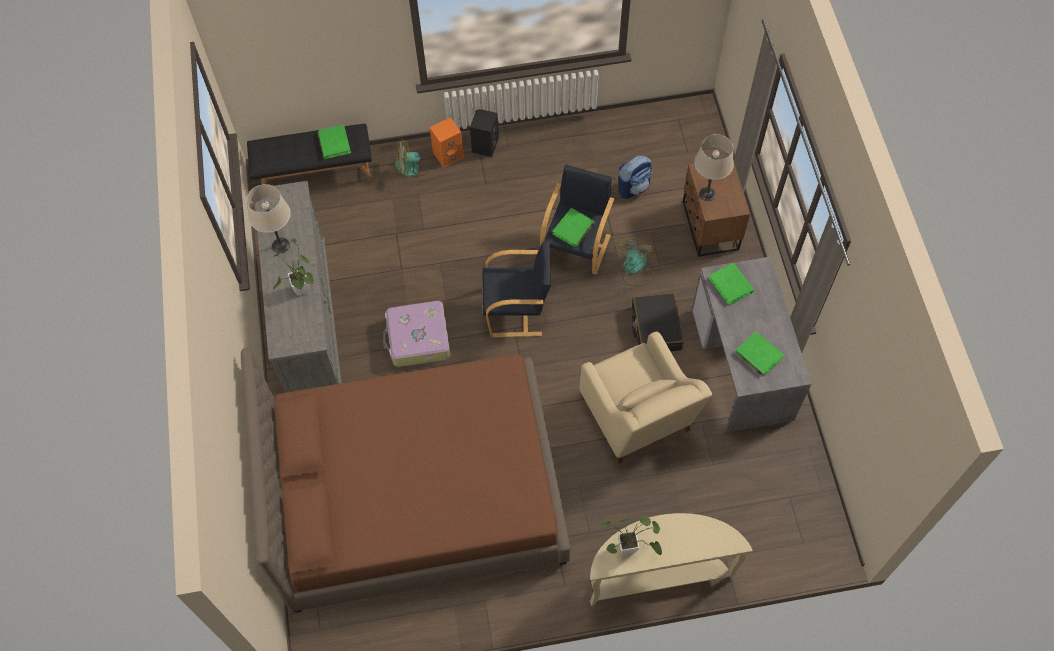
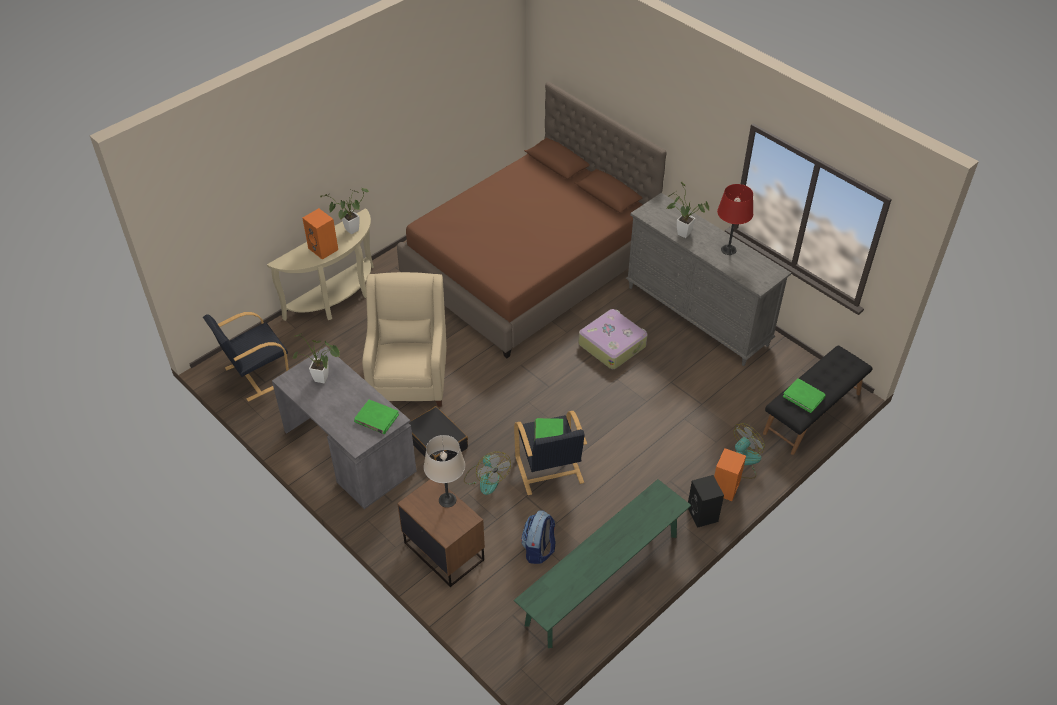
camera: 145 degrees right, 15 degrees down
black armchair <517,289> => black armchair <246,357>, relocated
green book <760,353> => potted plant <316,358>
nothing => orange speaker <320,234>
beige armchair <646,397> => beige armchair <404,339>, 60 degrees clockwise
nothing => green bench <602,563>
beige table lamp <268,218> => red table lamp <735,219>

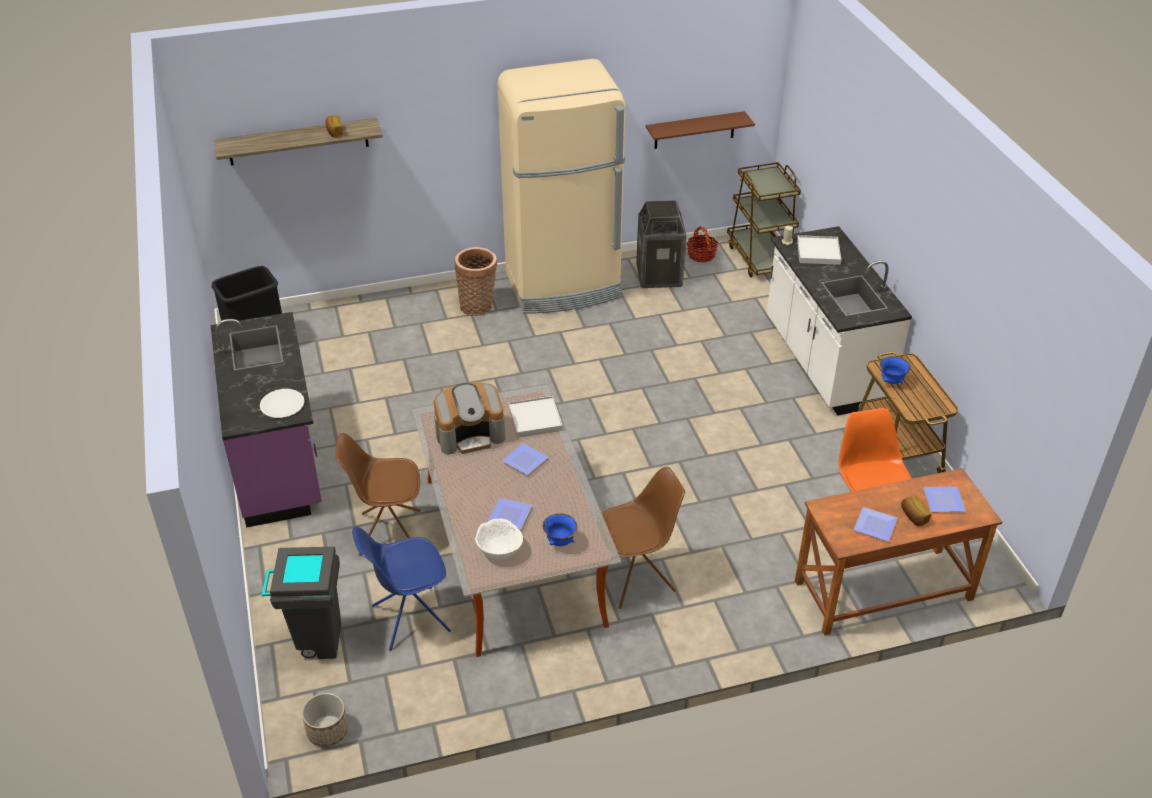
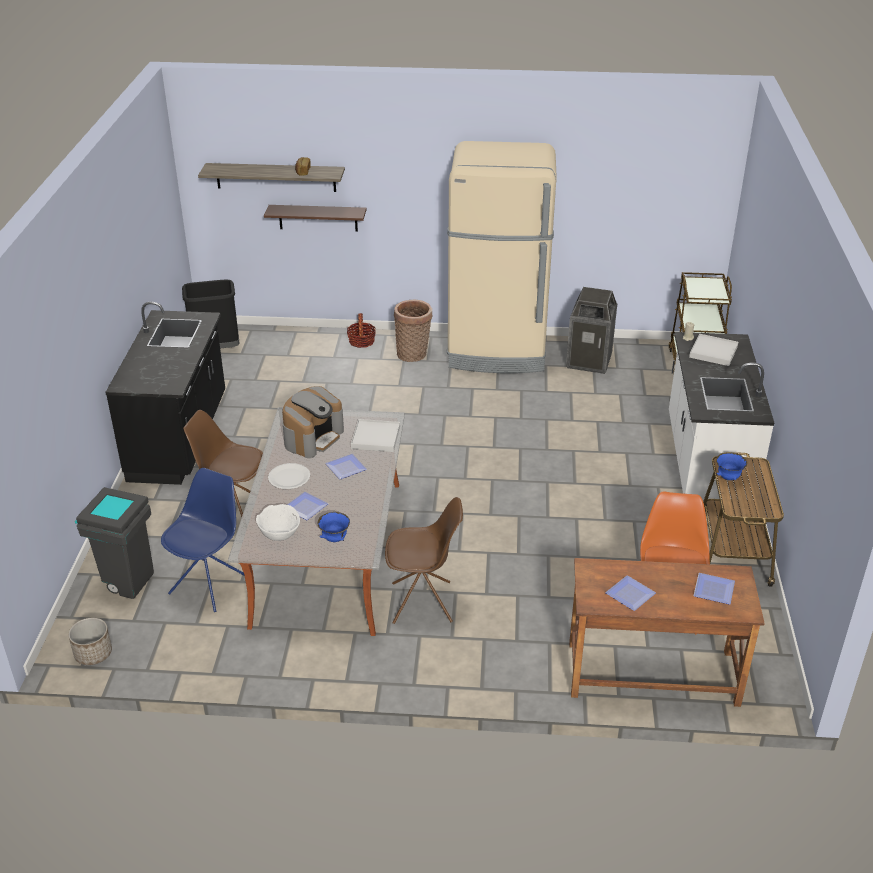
camera: 20 degrees right, 5 degrees down
purple counter <266,420> => black counter <165,393>
blue chair <401,588> => blue chair <202,540>, 120 degrees clockwise
brown shelf <700,130> => brown shelf <315,218>, relocated
white plate <282,403> => white plate <289,476>, relocated
coffee machine <469,418> => coffee machine <313,422>, 60 degrees counterclockwise
basket <702,244> => basket <361,330>, relocated
bread <916,510> => nothing

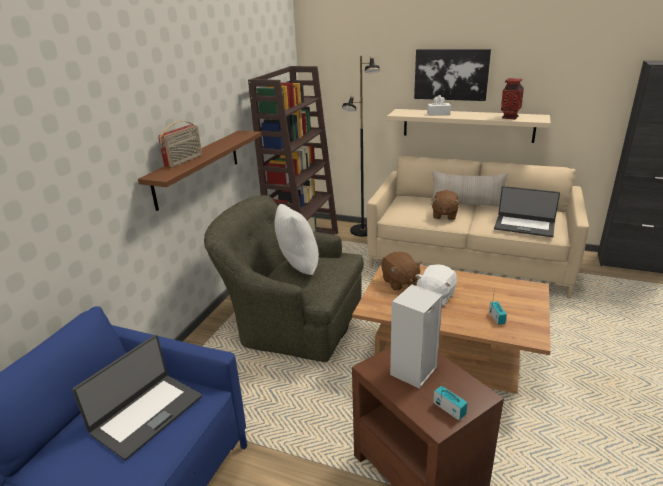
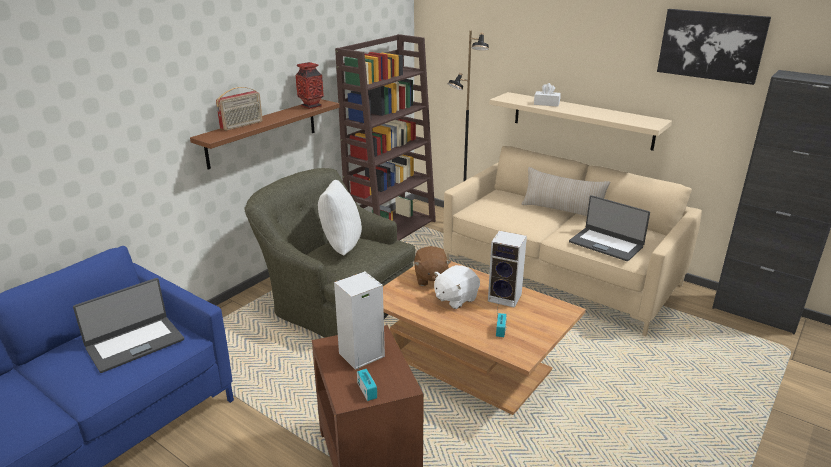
camera: 15 degrees right, 0 degrees up
vase <512,98> => vase <310,85>, relocated
nothing => speaker <507,269>
picture <452,75> => picture <714,47>, relocated
brown plush toy <445,205> => nothing

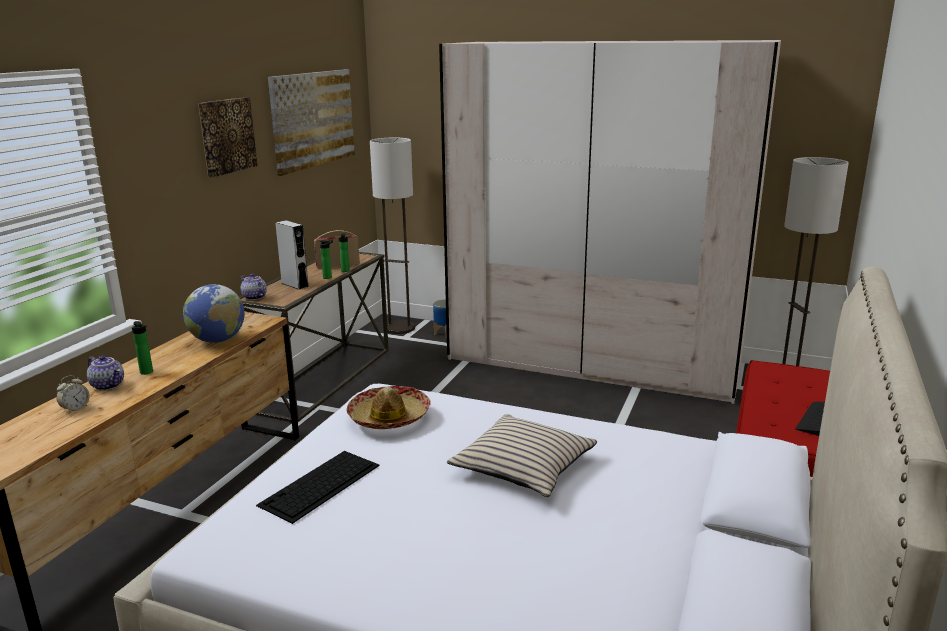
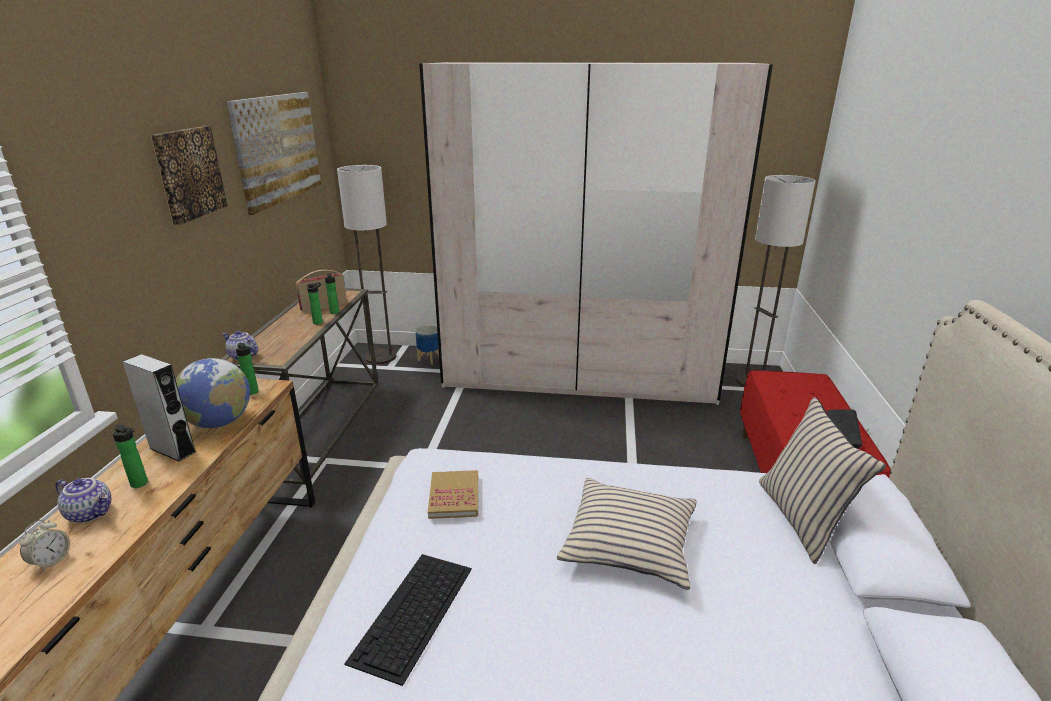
camera: 15 degrees left, 5 degrees up
grey speaker <292,255> => grey speaker <159,408>, relocated
nothing => bottle <247,369>
hat <389,407> => book <453,494>
nothing => beige pillow <822,480>

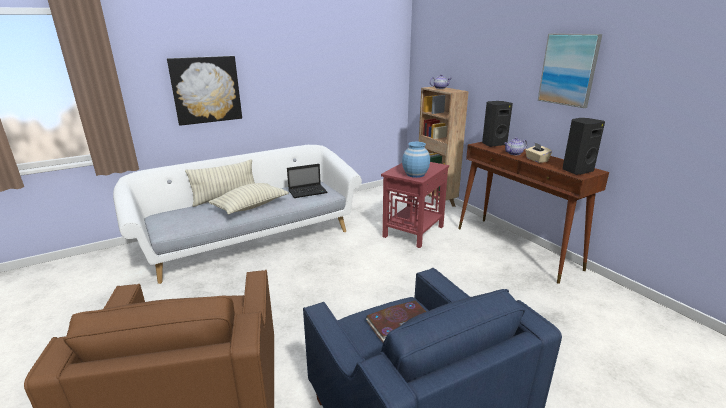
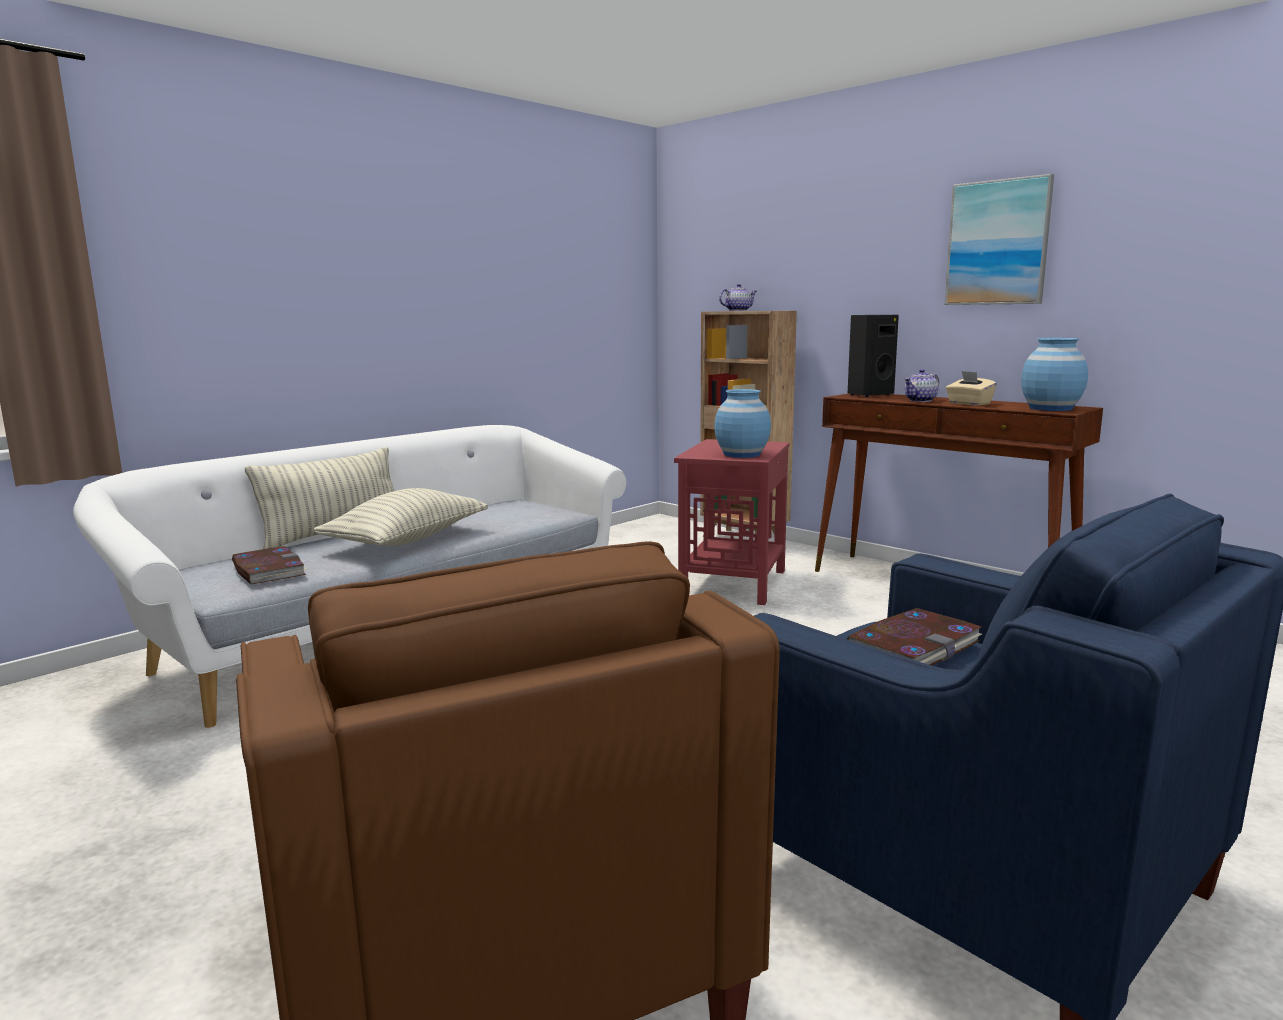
camera: 15 degrees left, 10 degrees down
nothing => book <269,565>
black speaker <583,146> => blue vase <1054,374>
picture <204,91> => nothing
laptop <307,181> => nothing

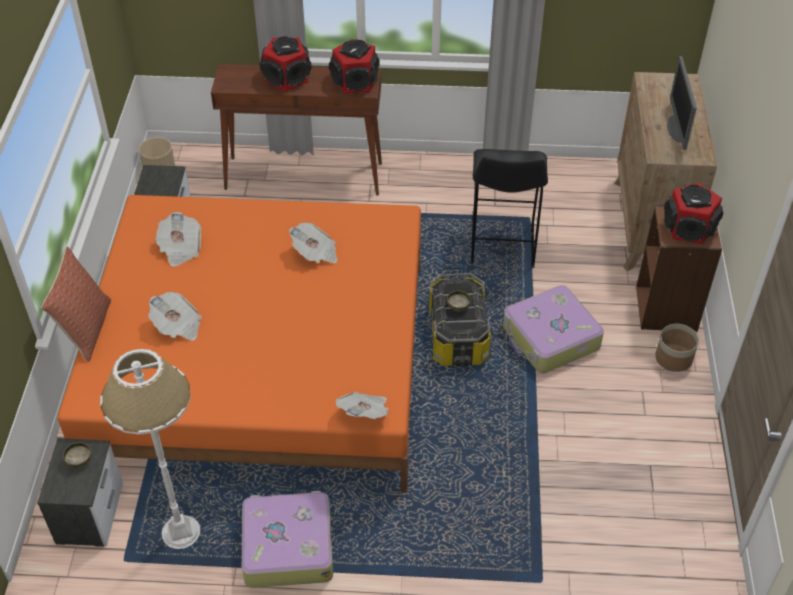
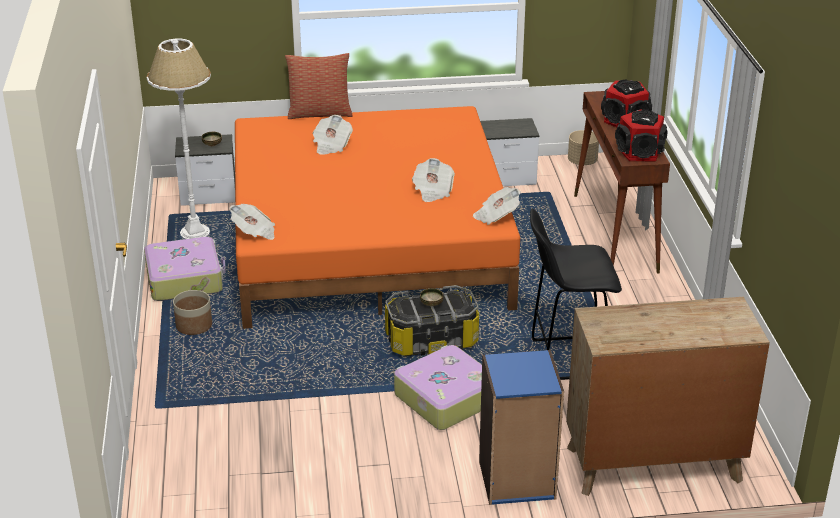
camera: 80 degrees right, 15 degrees down
planter <677,348> => planter <192,312>, relocated
newspaper <178,239> => newspaper <497,206>, relocated
brown bookcase <679,268> => blue bookcase <521,427>
speaker <694,213> => nothing
monitor <682,103> => nothing

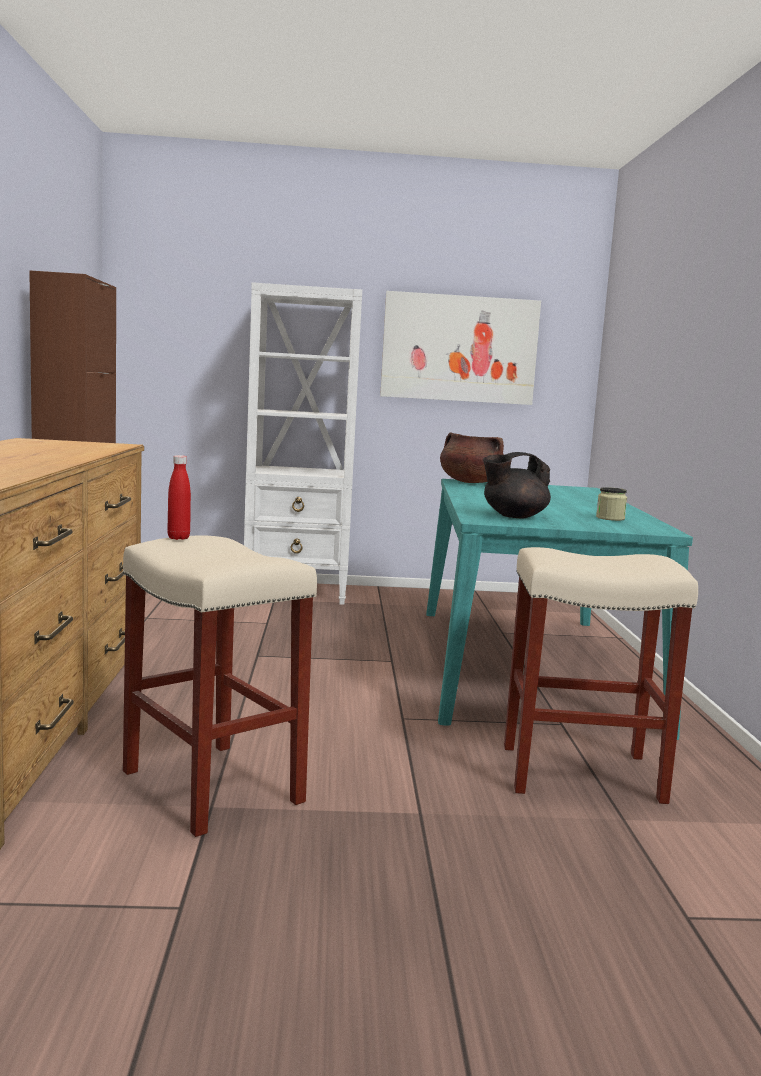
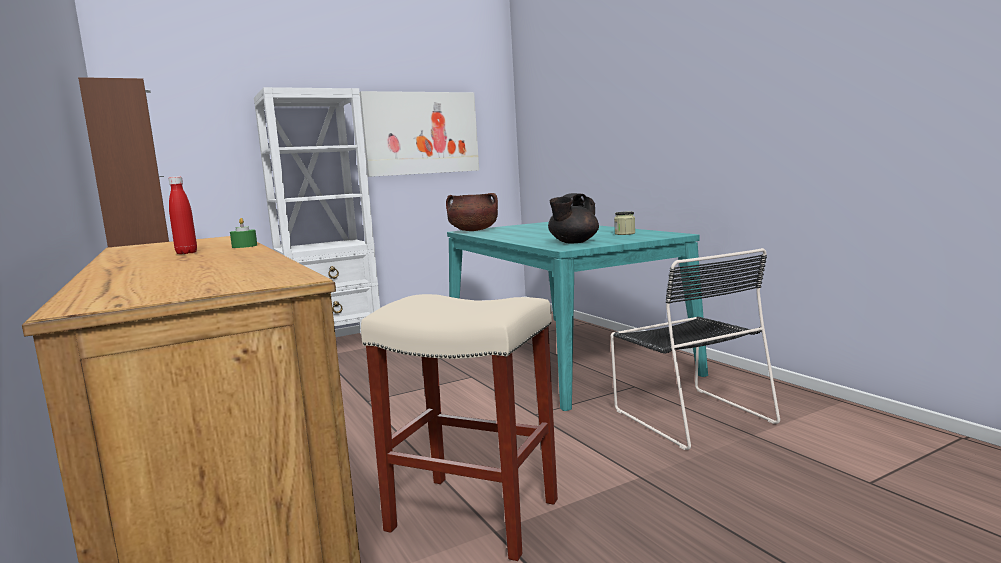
camera: 25 degrees left, 0 degrees up
red bottle <179,497> => red bottle <183,215>, relocated
nothing => green candle <243,233>
beige stool <601,675> => black chair <695,349>

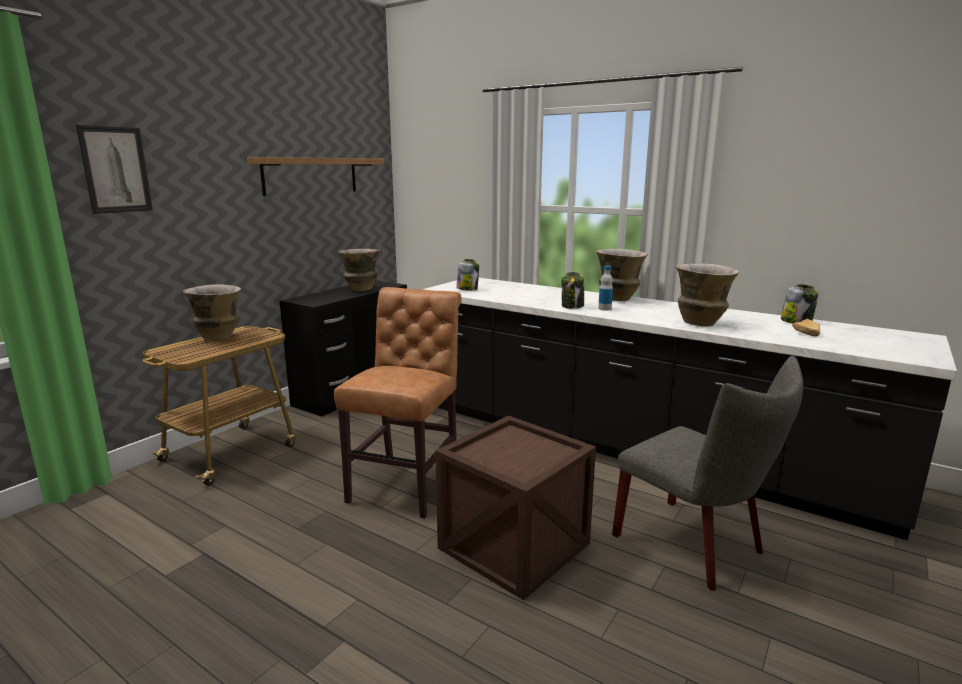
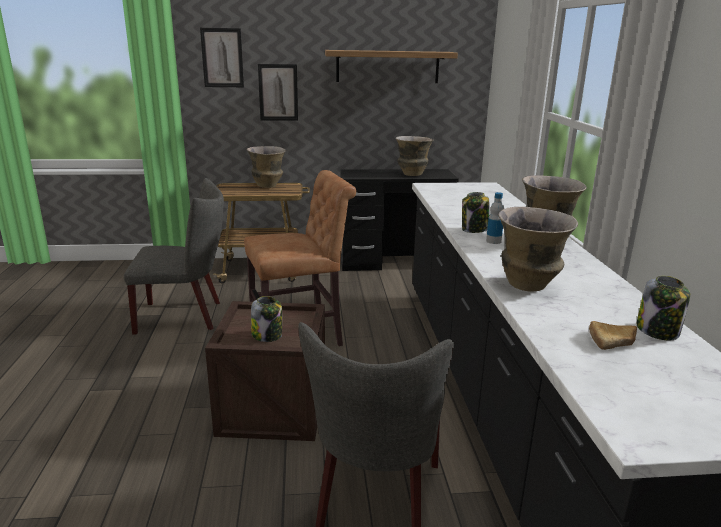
camera: 50 degrees right, 5 degrees up
nothing => grey chair <174,256>
jar <467,275> => jar <266,319>, relocated
nothing => picture <278,92>

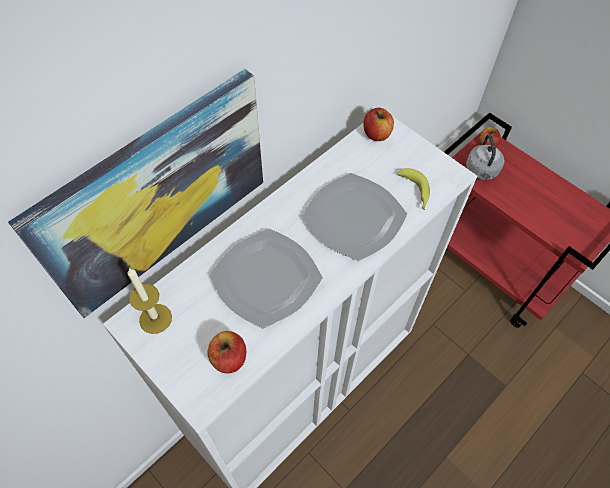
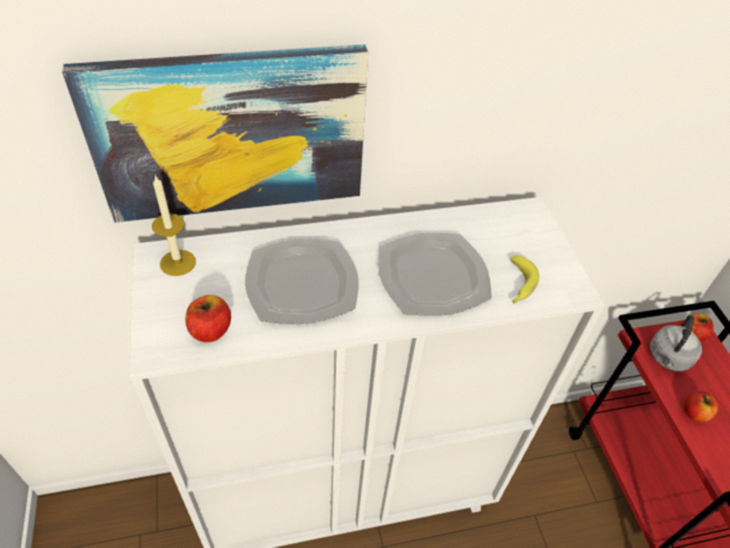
camera: 30 degrees right, 10 degrees down
apple <378,124> => apple <701,407>, relocated

